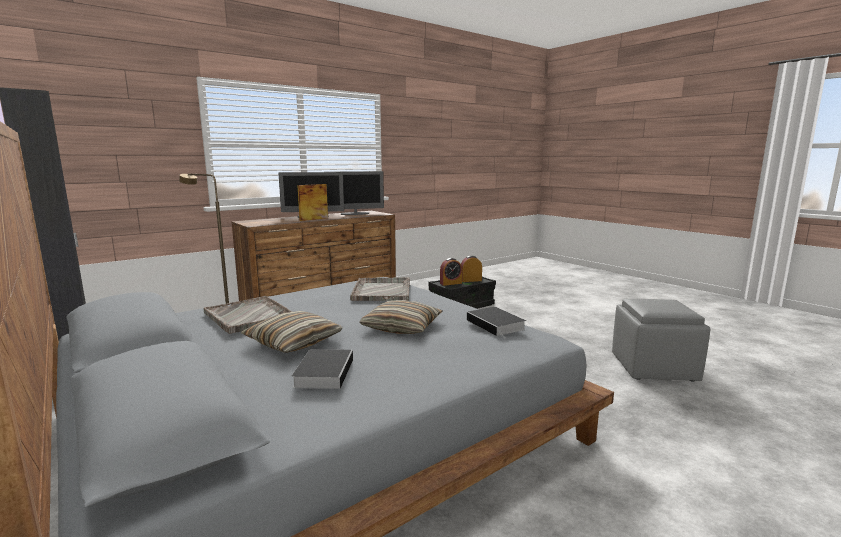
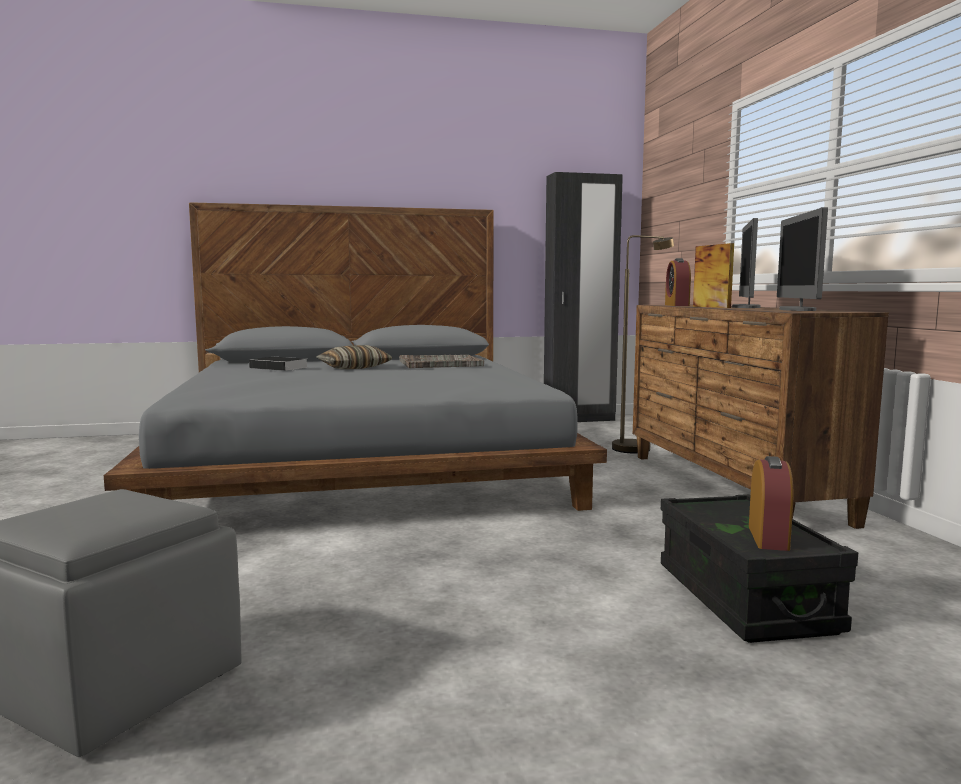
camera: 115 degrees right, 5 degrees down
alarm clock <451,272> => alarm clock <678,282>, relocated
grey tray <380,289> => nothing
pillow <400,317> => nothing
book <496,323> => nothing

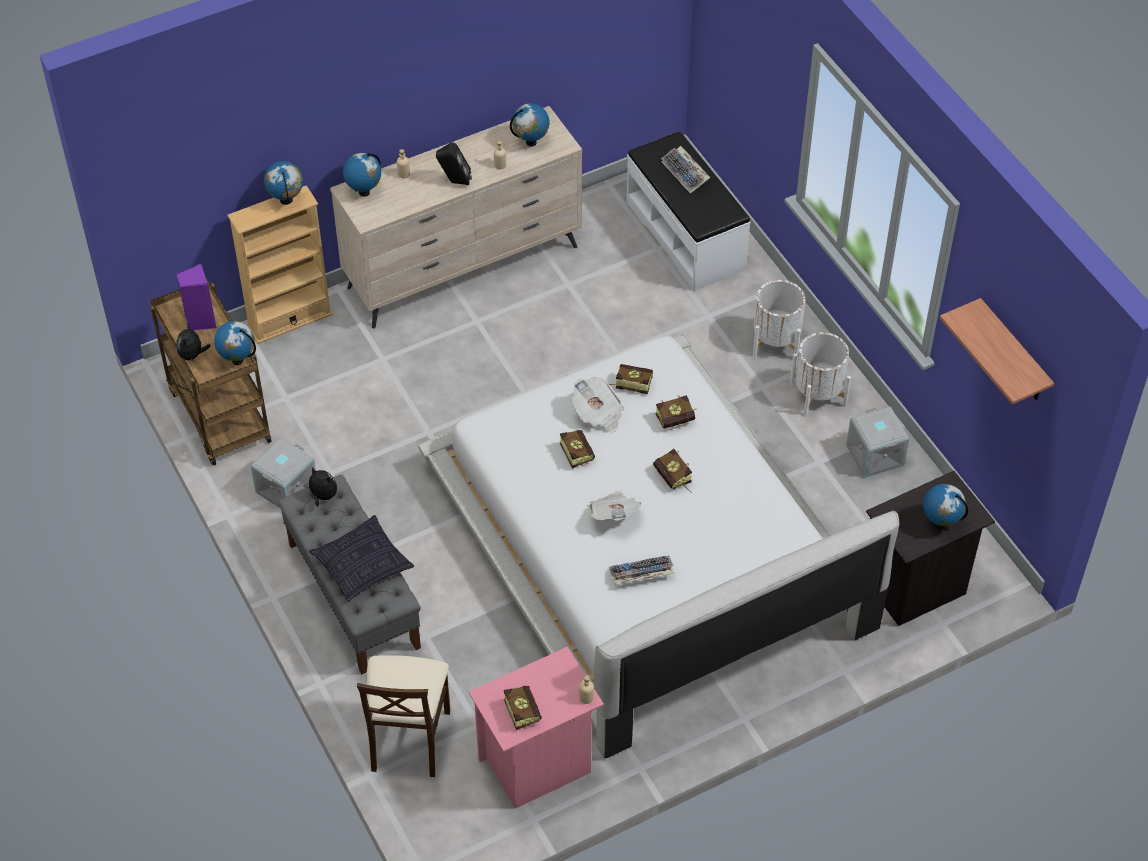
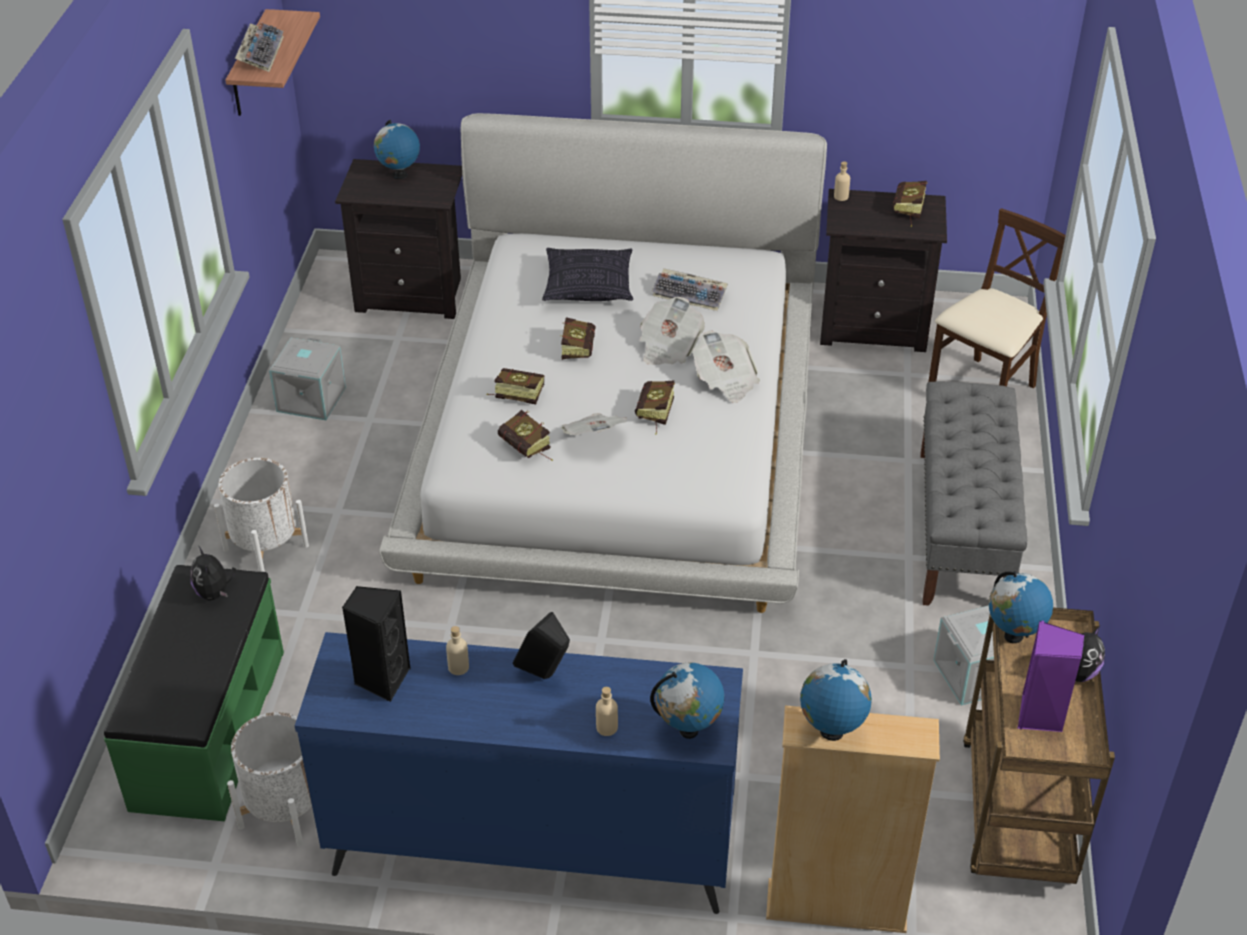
camera: 145 degrees left, 10 degrees down
white bench <688,211> => green bench <194,693>
plush toy <320,487> => plush toy <213,573>, relocated
white planter <820,374> => white planter <269,779>, relocated
keyboard <685,170> => keyboard <259,47>, relocated
beige dresser <456,217> => blue dresser <519,773>
globe <530,125> => black speaker <376,644>
pillow <361,558> => pillow <587,274>, relocated
nothing => newspaper <726,366>
pink nightstand <536,728> => black nightstand <883,270>

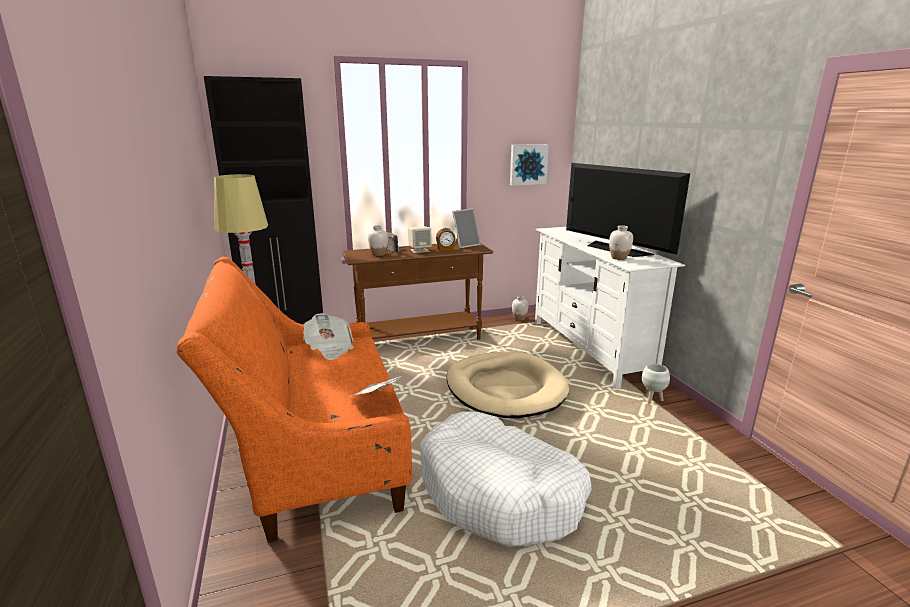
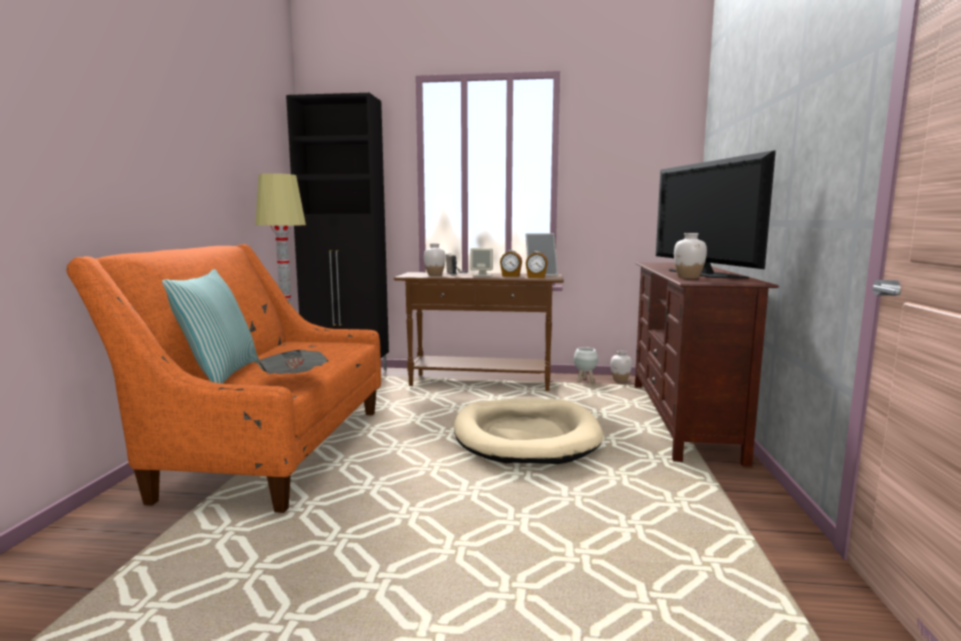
camera: 25 degrees right, 10 degrees down
nothing => pillow <210,326>
nothing => alarm clock <537,264>
white planter <656,384> => white planter <586,365>, relocated
white tv stand <610,308> => brown tv stand <707,364>
newspaper <328,336> => nothing
white dog bed <506,479> => nothing
picture <529,165> => nothing

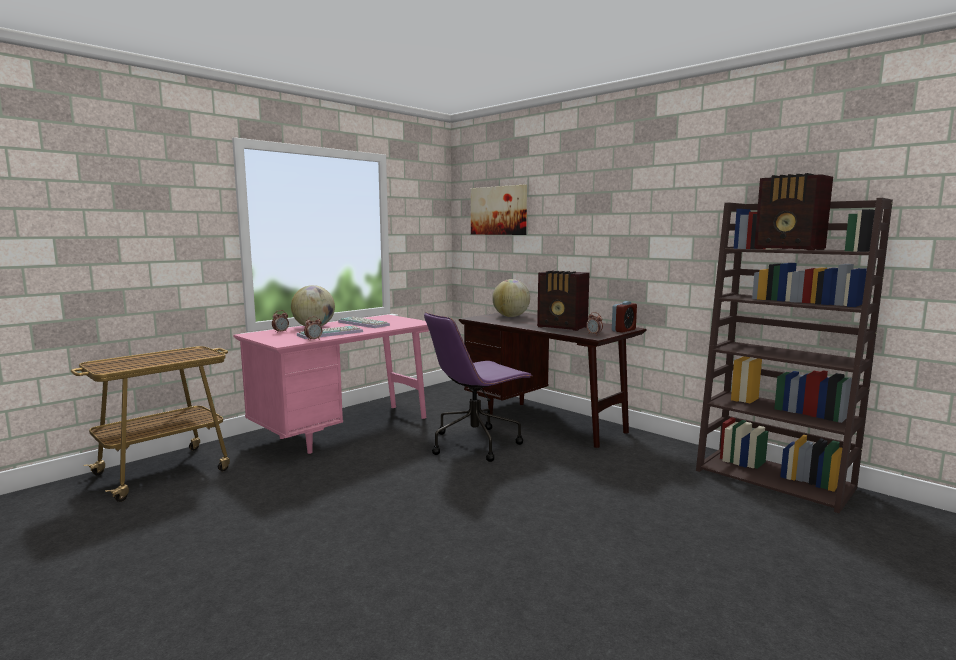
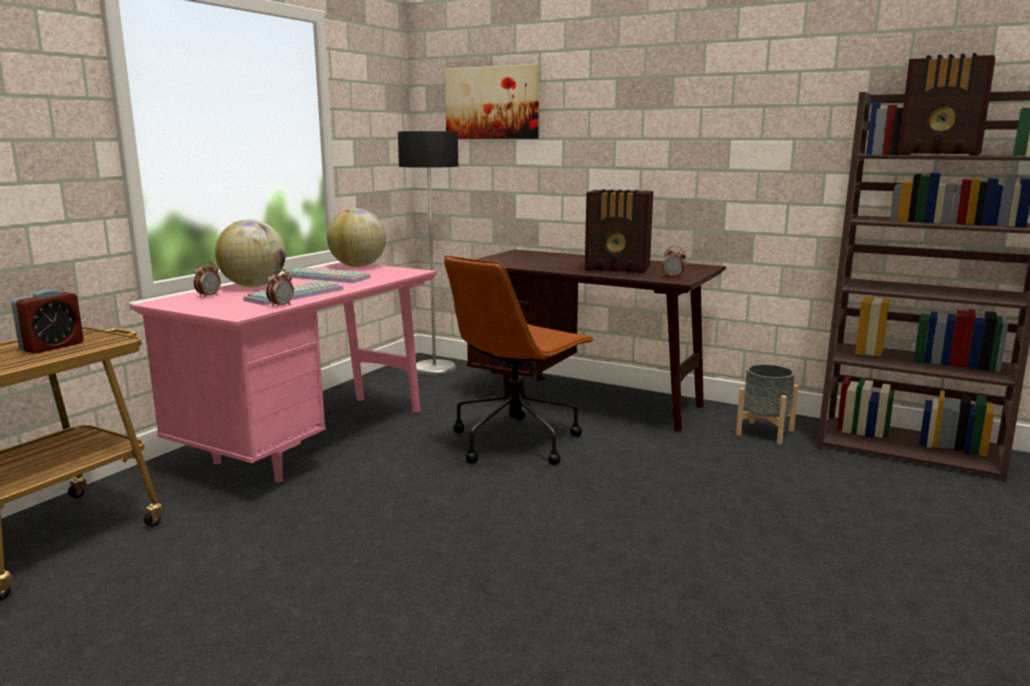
camera: 15 degrees left, 5 degrees up
alarm clock <624,317> => alarm clock <47,322>, relocated
globe <511,298> => globe <356,237>, relocated
nothing => floor lamp <428,253>
purple office chair <478,387> => brown office chair <519,360>
nothing => grey planter <767,404>

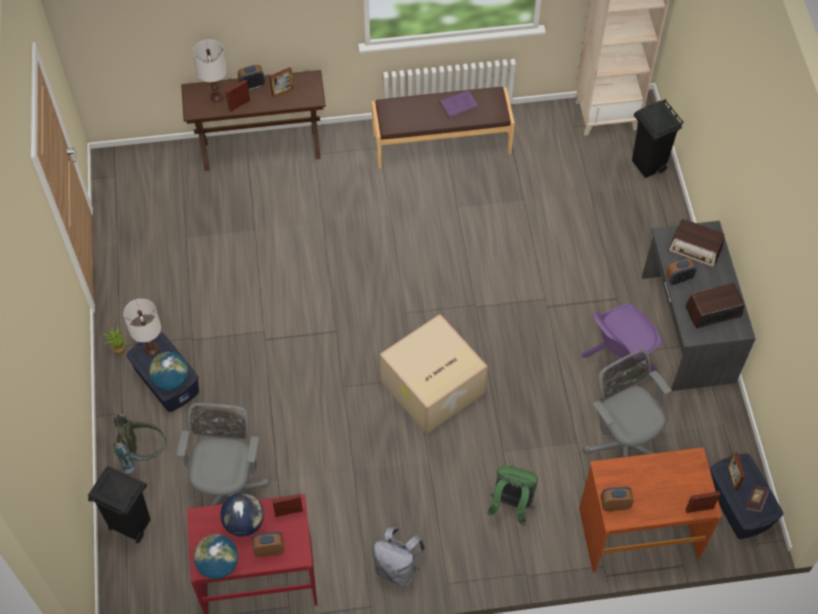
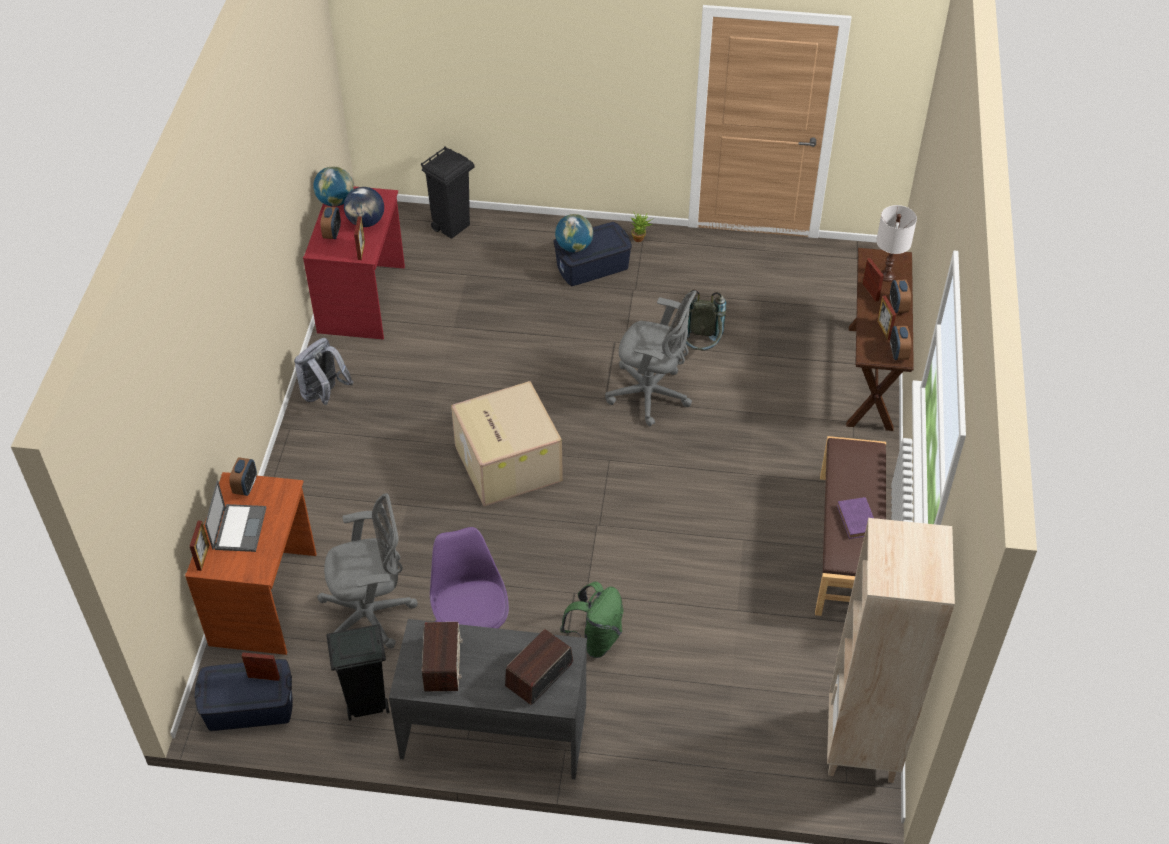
camera: 105 degrees right, 10 degrees down
nothing => laptop <235,516>
black trash can <658,138> => black trash can <358,672>, relocated
green backpack <512,496> => green backpack <591,620>, relocated
grey office chair <223,454> => grey office chair <651,358>, relocated
grey backpack <139,443> => grey backpack <705,320>, relocated
alarm clock <681,271> => alarm clock <901,343>, relocated
white table lamp <142,327> => nothing
book <757,498> => nothing

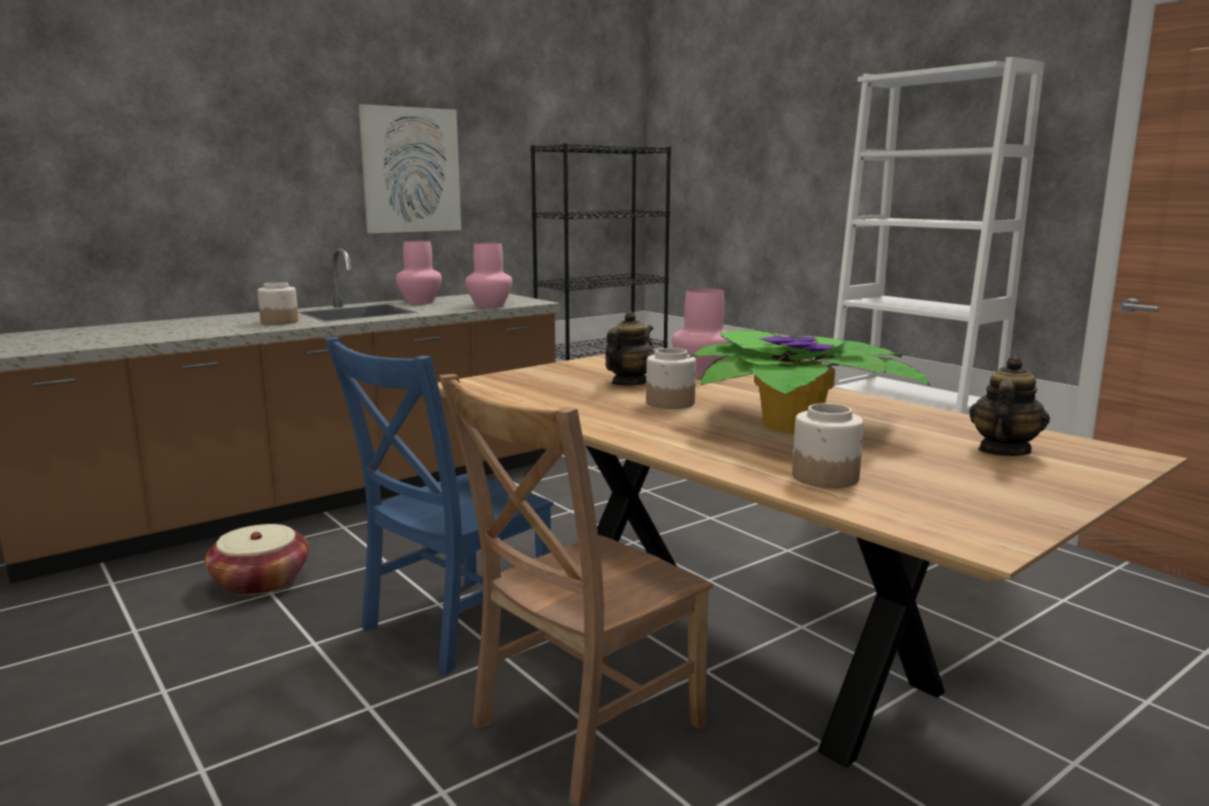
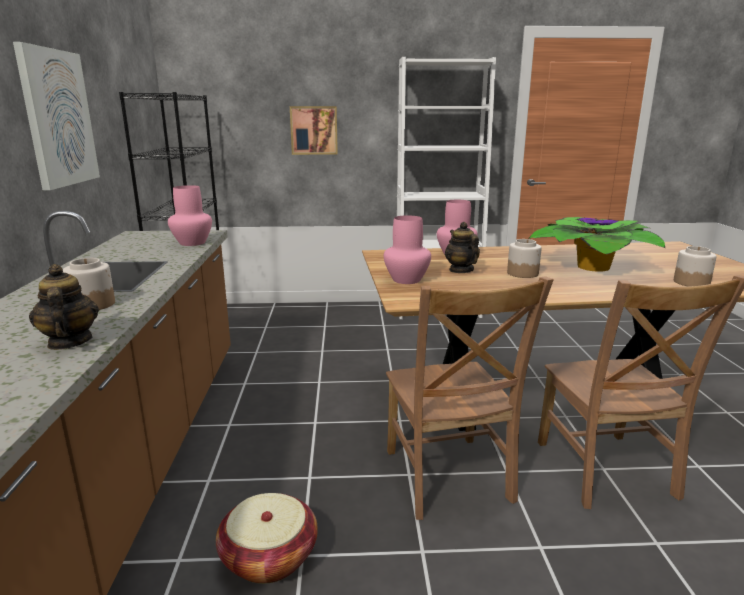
camera: 55 degrees left, 5 degrees up
teapot <1009,405> => teapot <64,307>, relocated
nothing => picture <314,130>
pink vase <419,272> => pink vase <407,249>, relocated
blue chair <439,506> => brown chair <470,398>

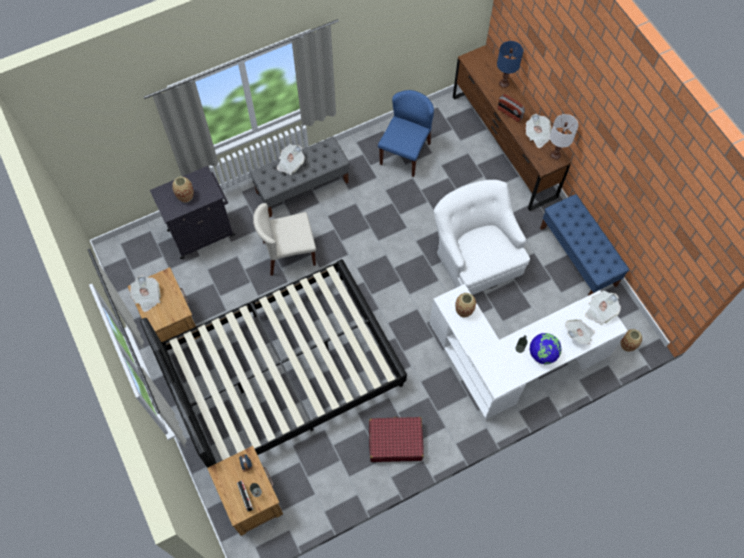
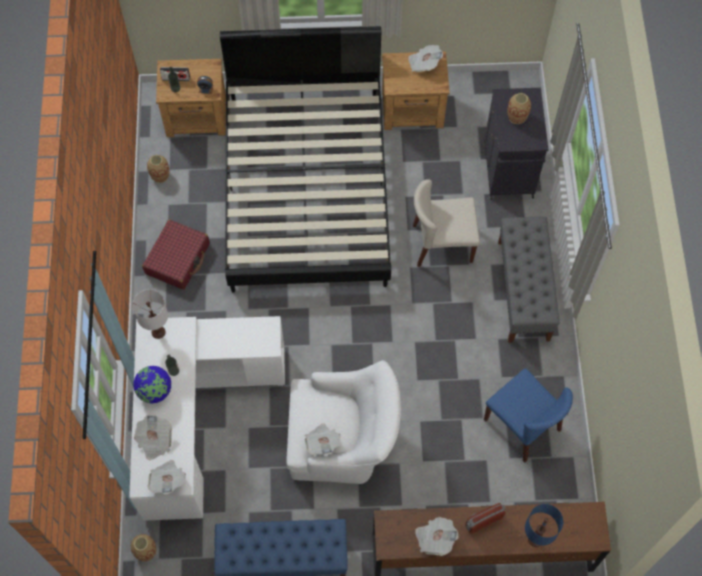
camera: 115 degrees right, 0 degrees up
white table lamp <564,137> => white table lamp <150,314>, relocated
vase <465,305> => vase <158,169>, relocated
newspaper <291,159> => newspaper <323,439>, relocated
beige chair <284,239> => beige chair <446,223>, 105 degrees counterclockwise

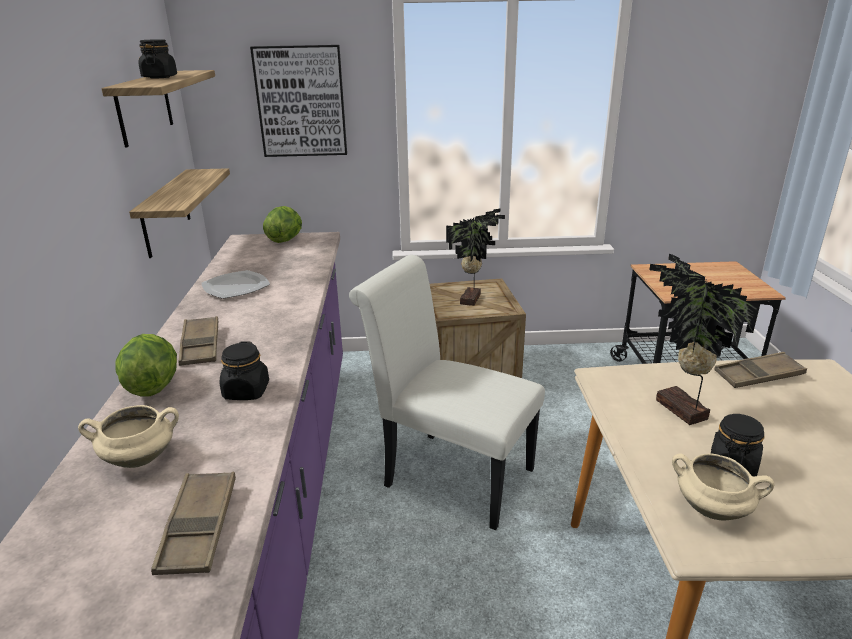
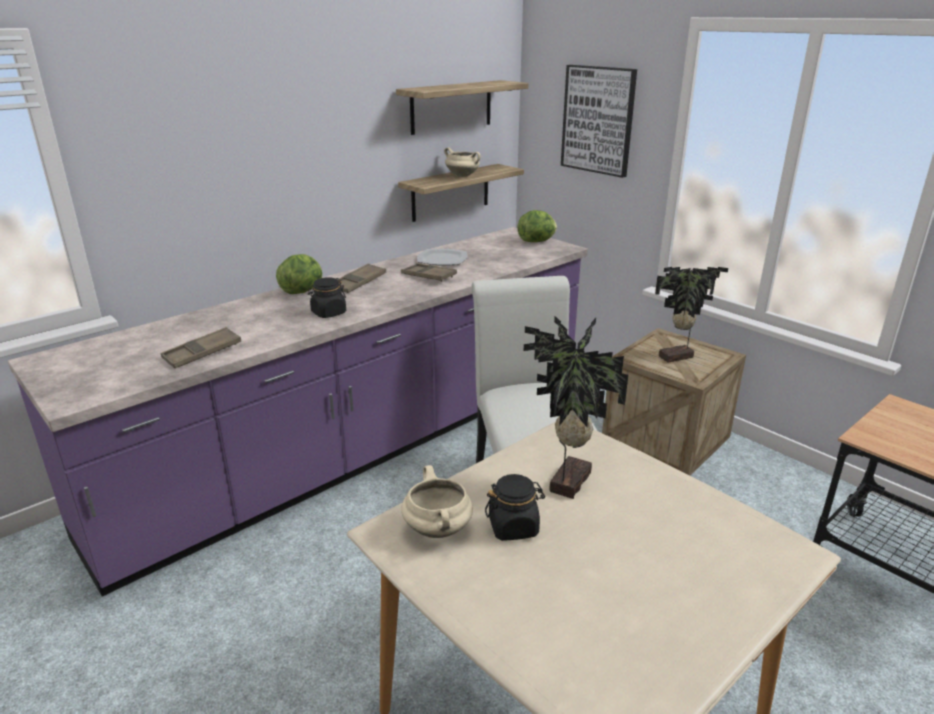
camera: 50 degrees right, 0 degrees up
brown tray <760,370> => brown tray <429,272>, relocated
beige cooking pot <128,436> => beige cooking pot <462,162>, relocated
black jar <158,58> => nothing

